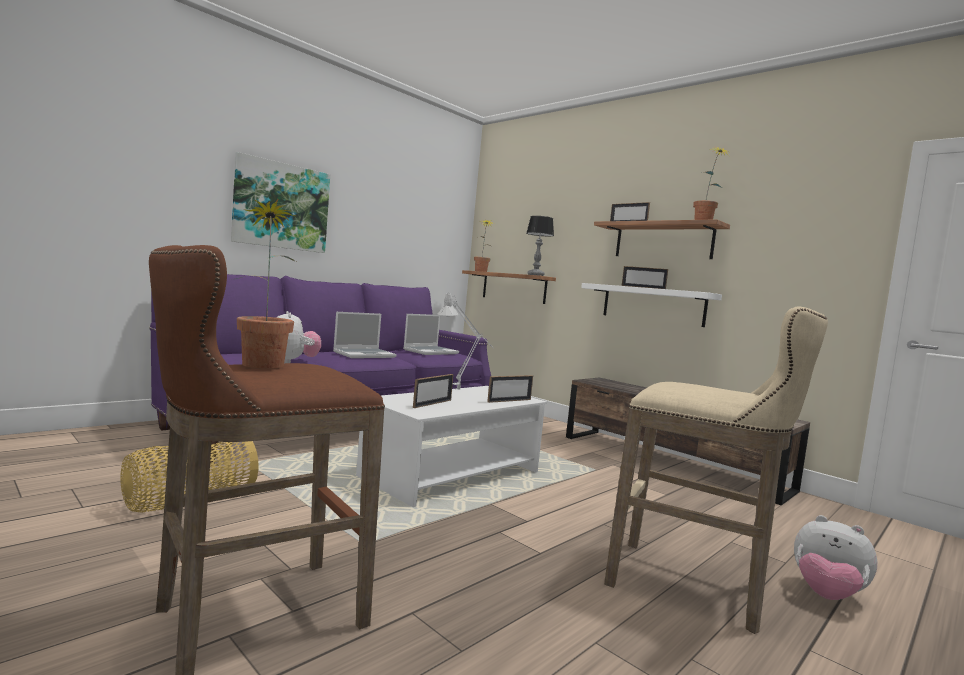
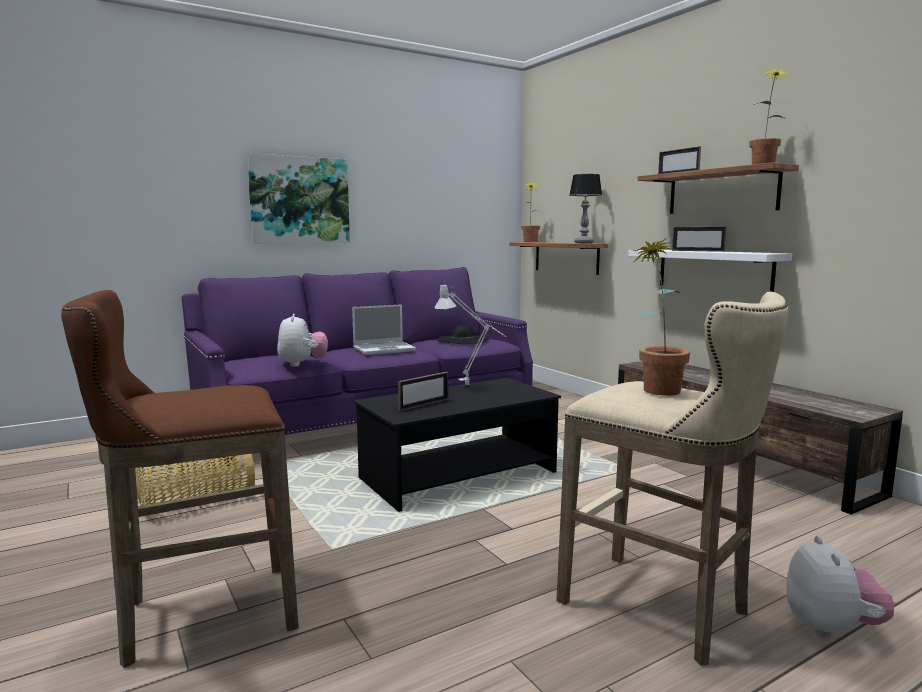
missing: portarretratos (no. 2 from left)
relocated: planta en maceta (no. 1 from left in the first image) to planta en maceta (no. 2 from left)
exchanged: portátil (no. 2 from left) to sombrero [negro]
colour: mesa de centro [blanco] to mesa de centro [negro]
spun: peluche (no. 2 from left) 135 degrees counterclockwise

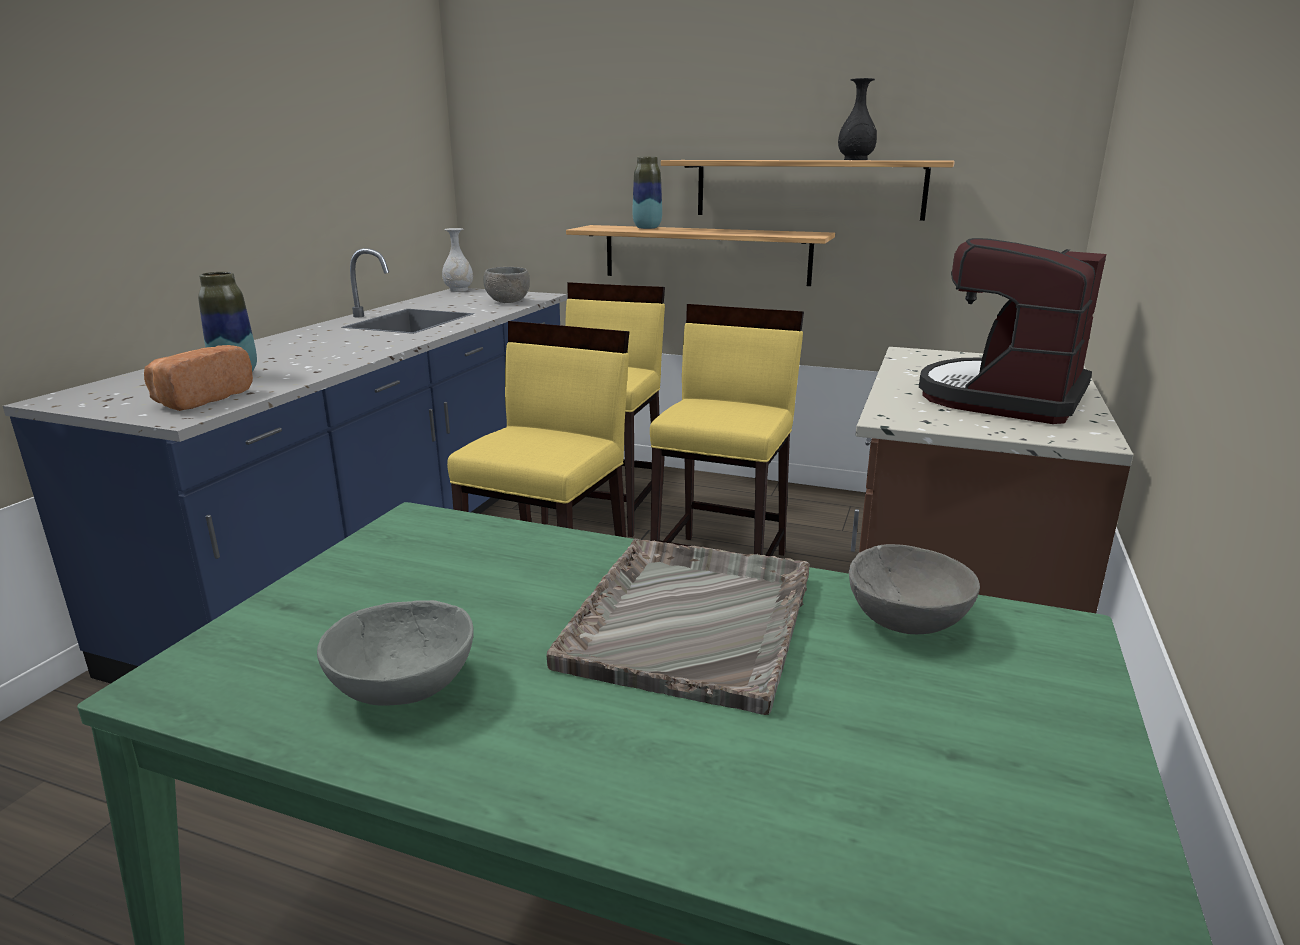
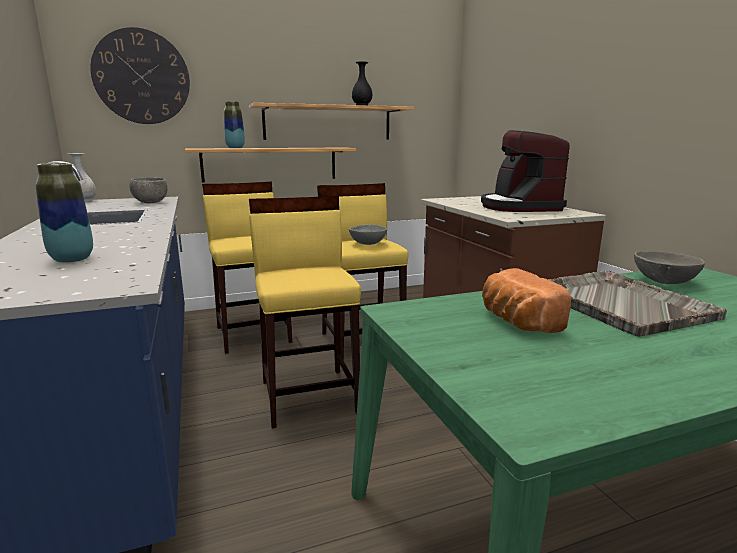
appeared: reloj de pared
relocated: pan; cuenco [gris] (no. 1 from left in the first image) to cuenco [gris] (no. 2 from left)

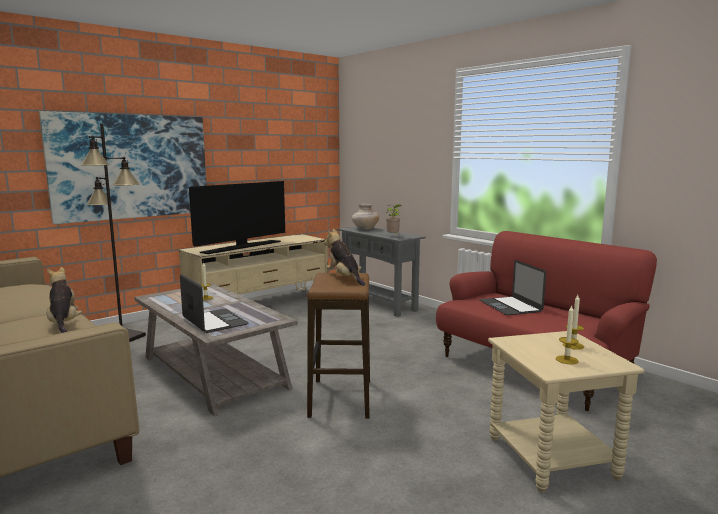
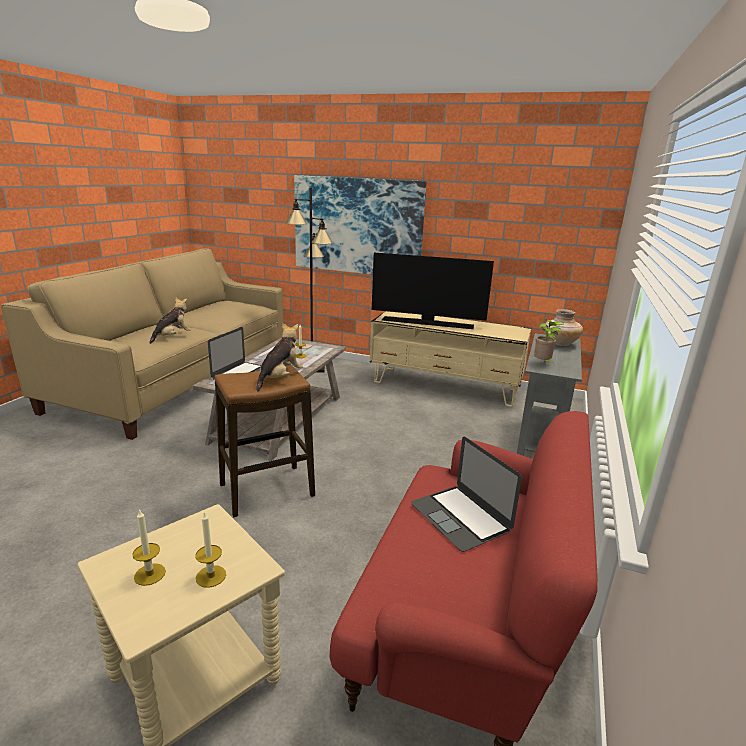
spun: portátil (no. 2 from left) 75 degrees counterclockwise

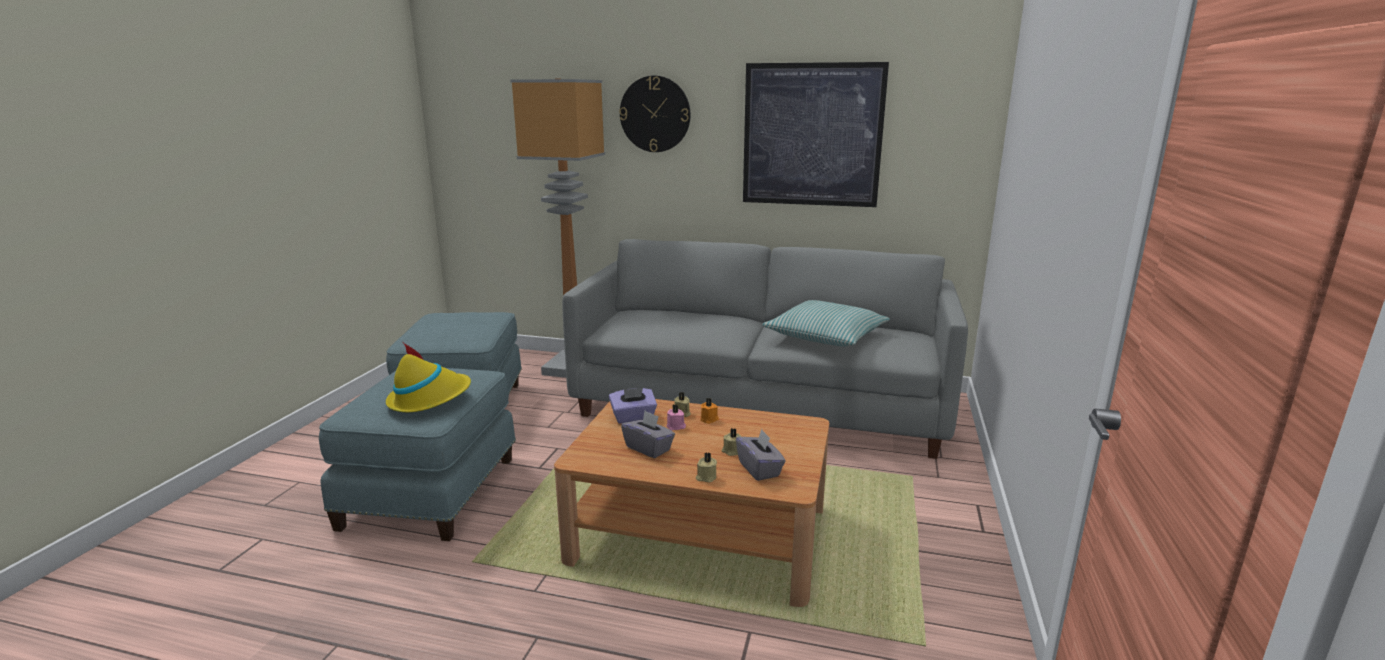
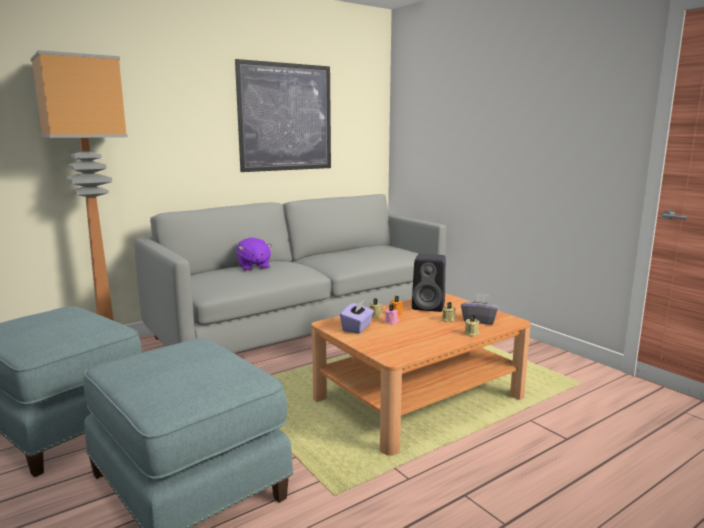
missing: reloj de pared; cojín; sombrero [amarillo]; caja de pañuelos [gris] (no. 1 from left)
appeared: peluche [morado]; altavoz [negro]

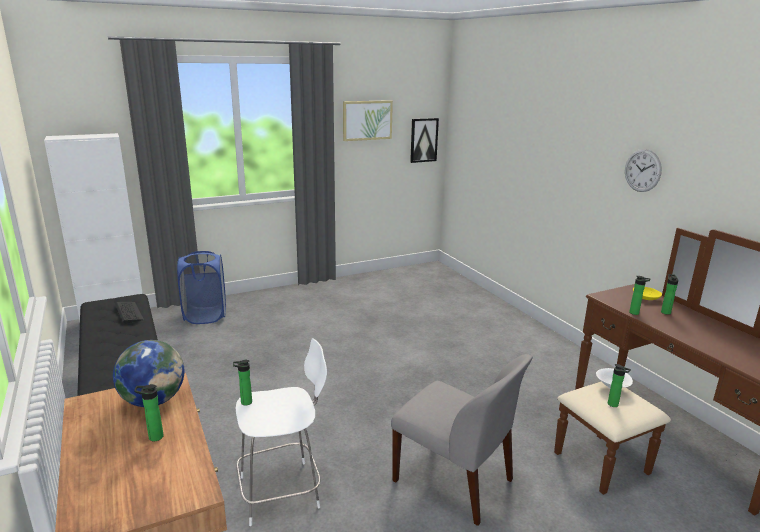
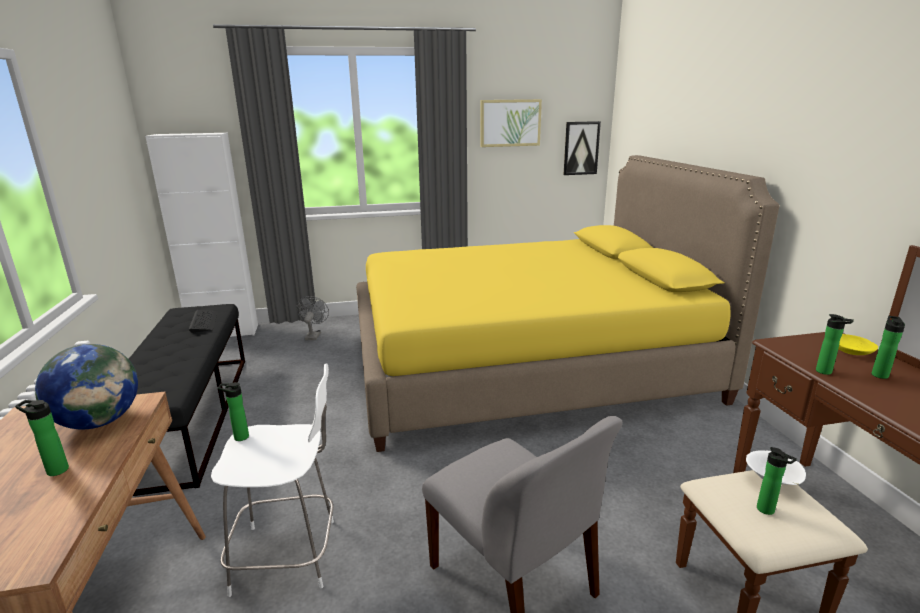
missing: reloj de pared
appeared: cama [amarillo]
exchanged: cesto de la ropa [azul] to ventilador [gris]

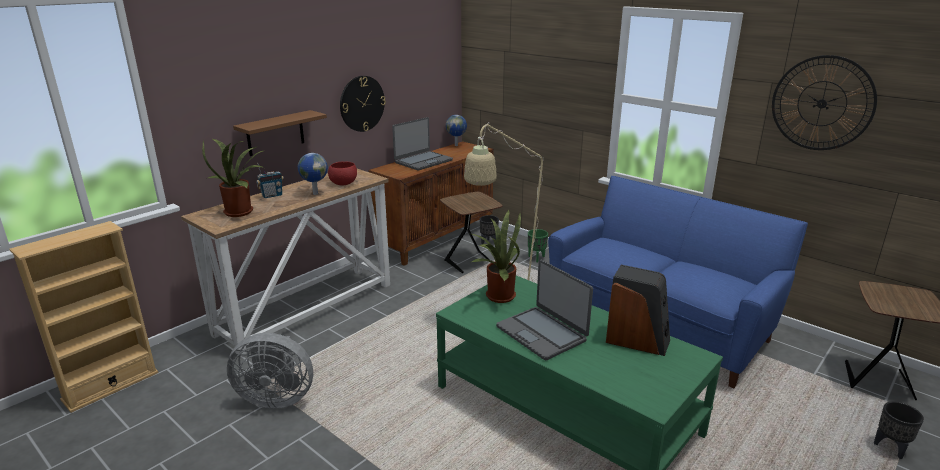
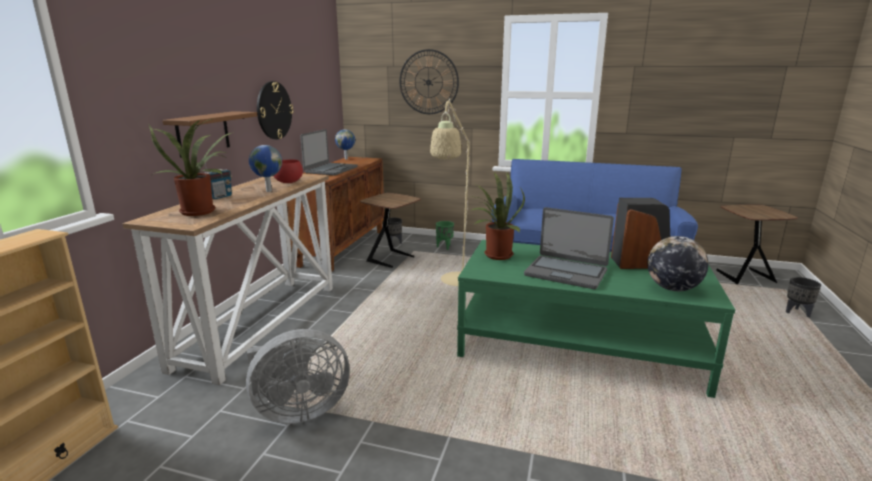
appeared: globo terráqueo (no. 3 from left)
relocated: reloj de pared (no. 2 from left)

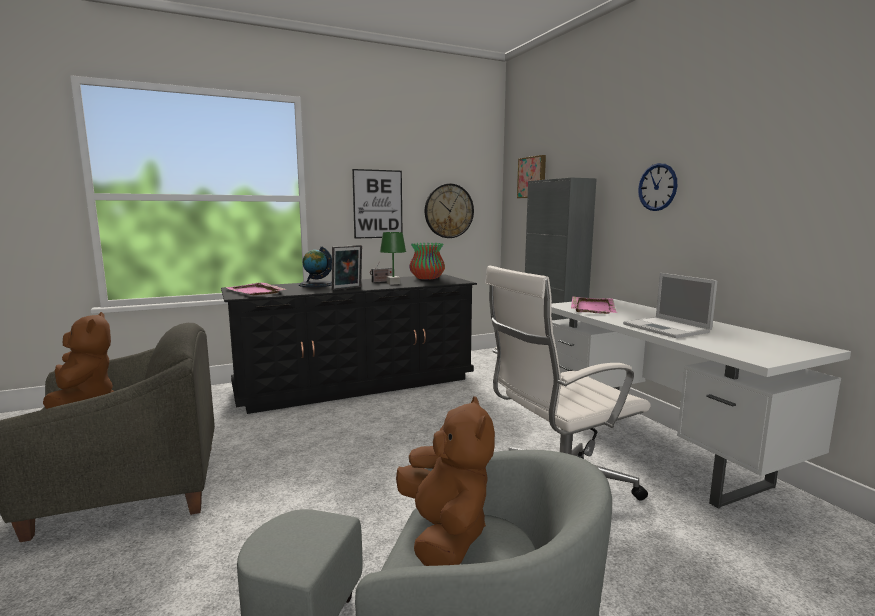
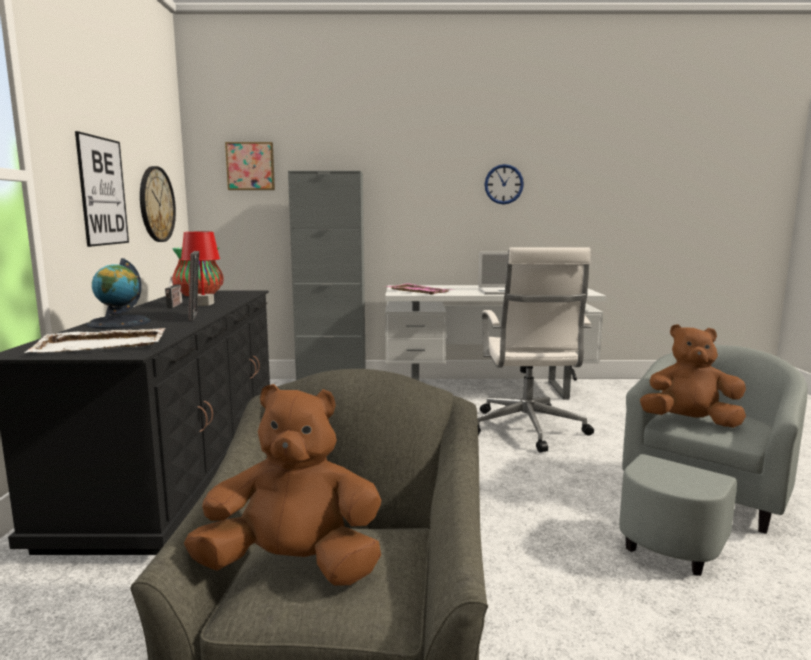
relocated: reloj de pared (no. 2 from left)
colour: lámpara de mesa [verde] to lámpara de mesa [rojo]; bandeja [rosa] (no. 1 from left) to bandeja [blanco]

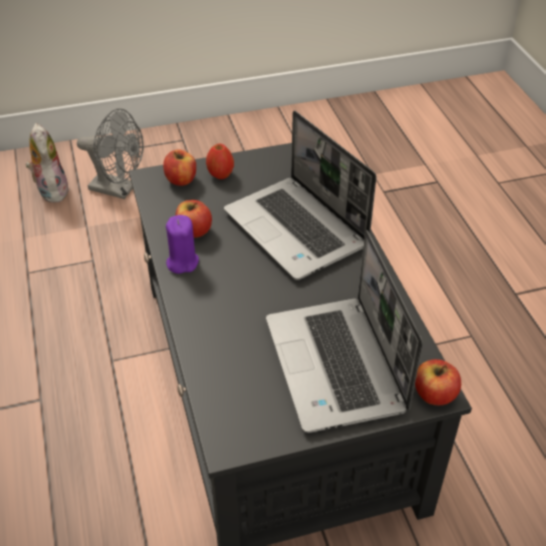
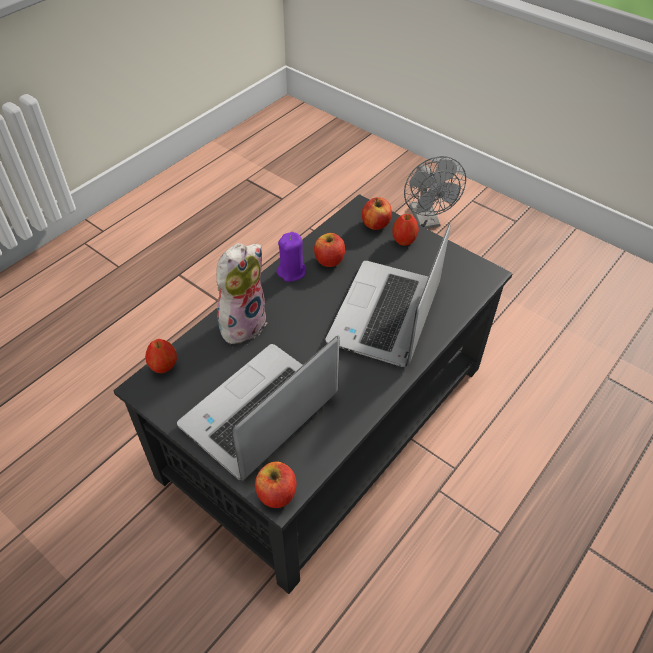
appeared: manzana (no. 1 from left)
relocated: peluche

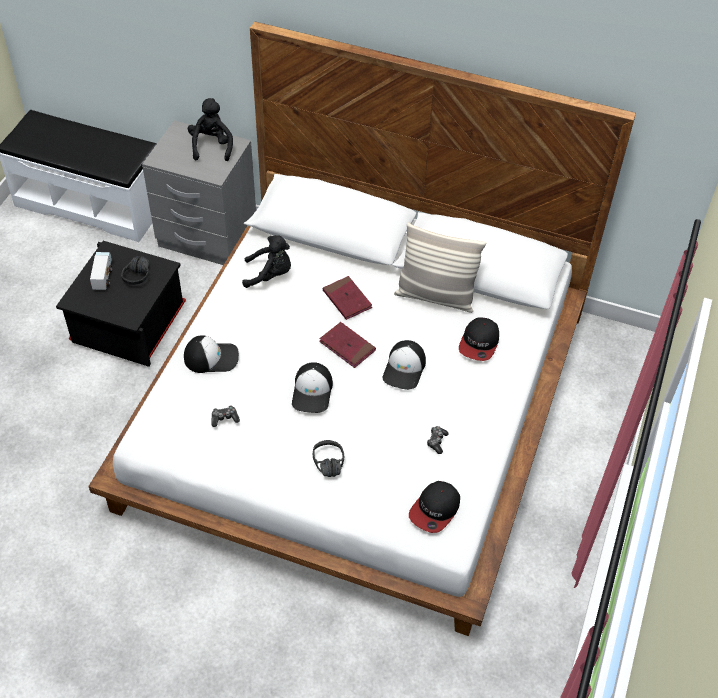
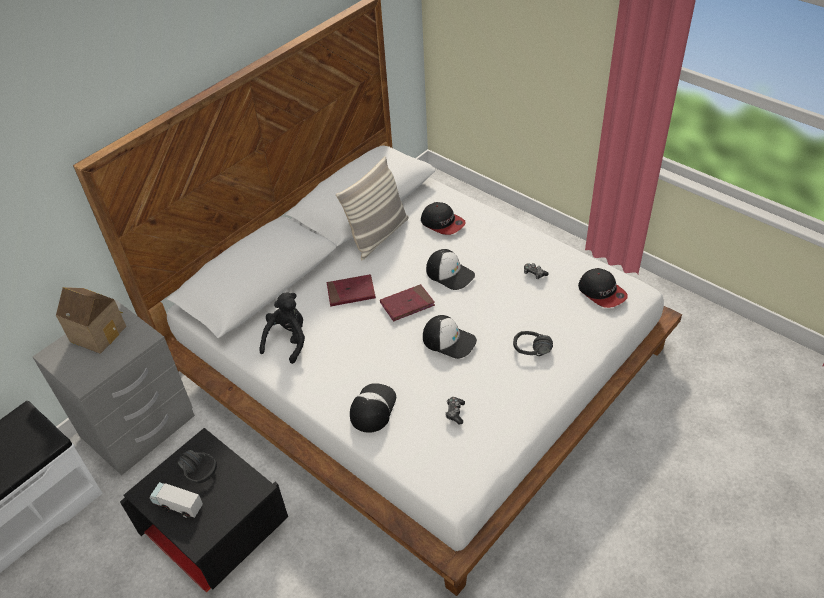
exchanged: peluche [negro] (no. 1 from left) to casita

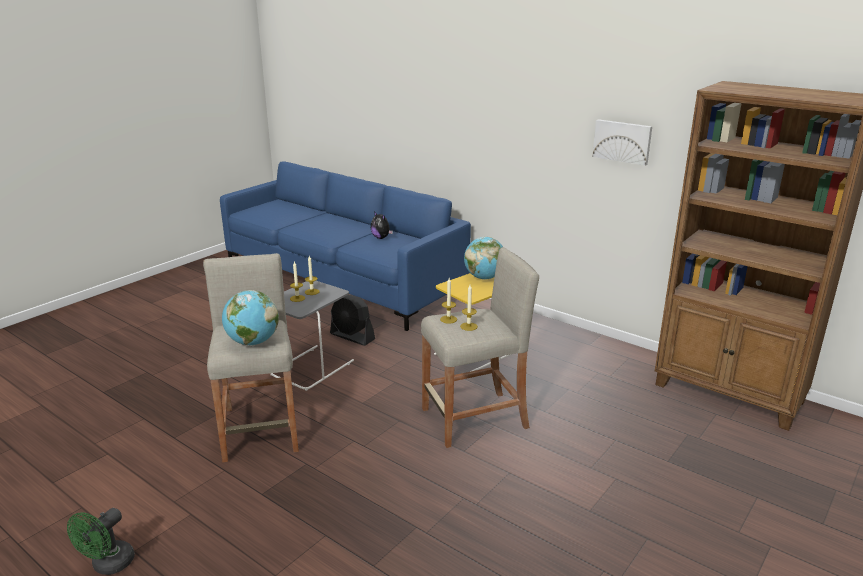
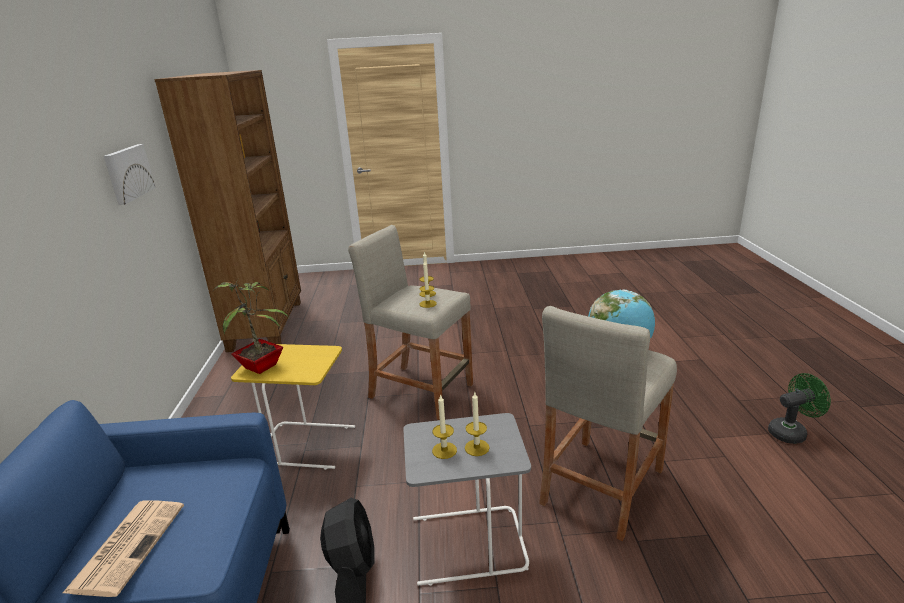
exchanged: peluche to periódico; globo terráqueo (no. 2 from left) to planta en maceta

